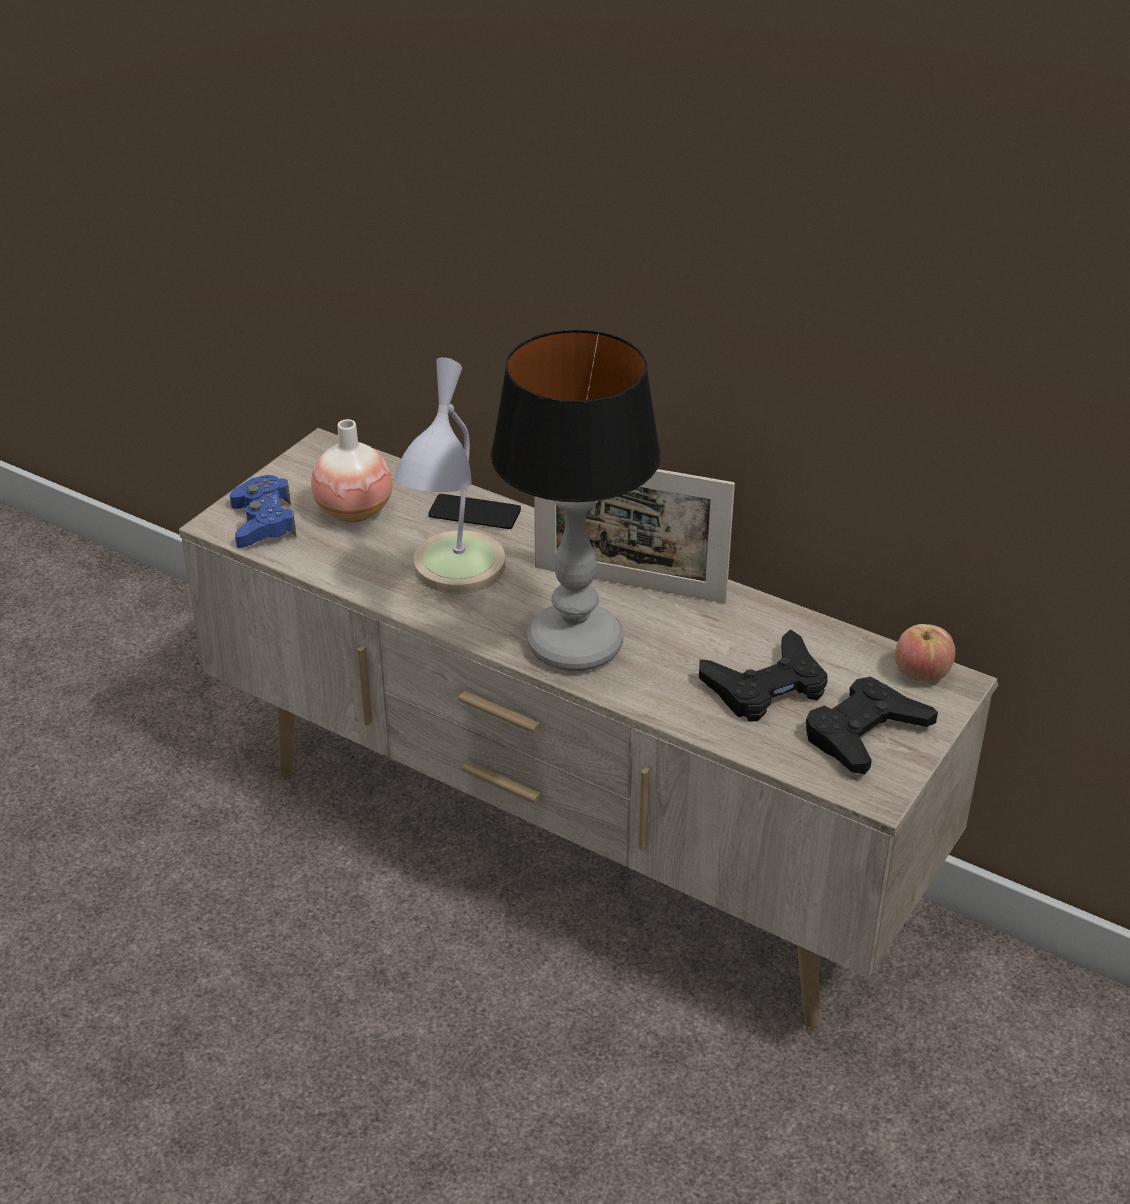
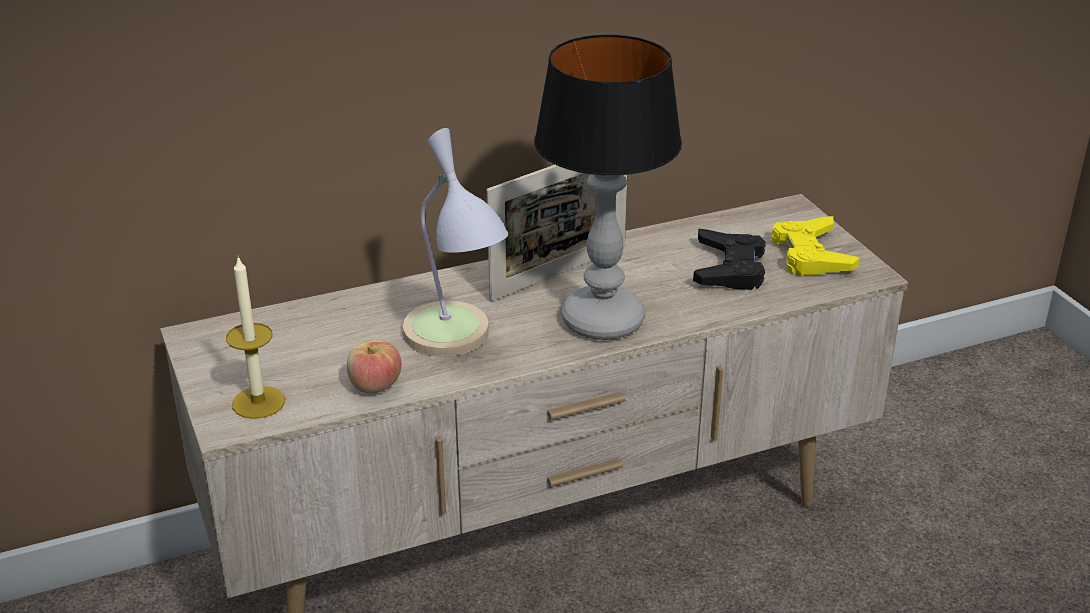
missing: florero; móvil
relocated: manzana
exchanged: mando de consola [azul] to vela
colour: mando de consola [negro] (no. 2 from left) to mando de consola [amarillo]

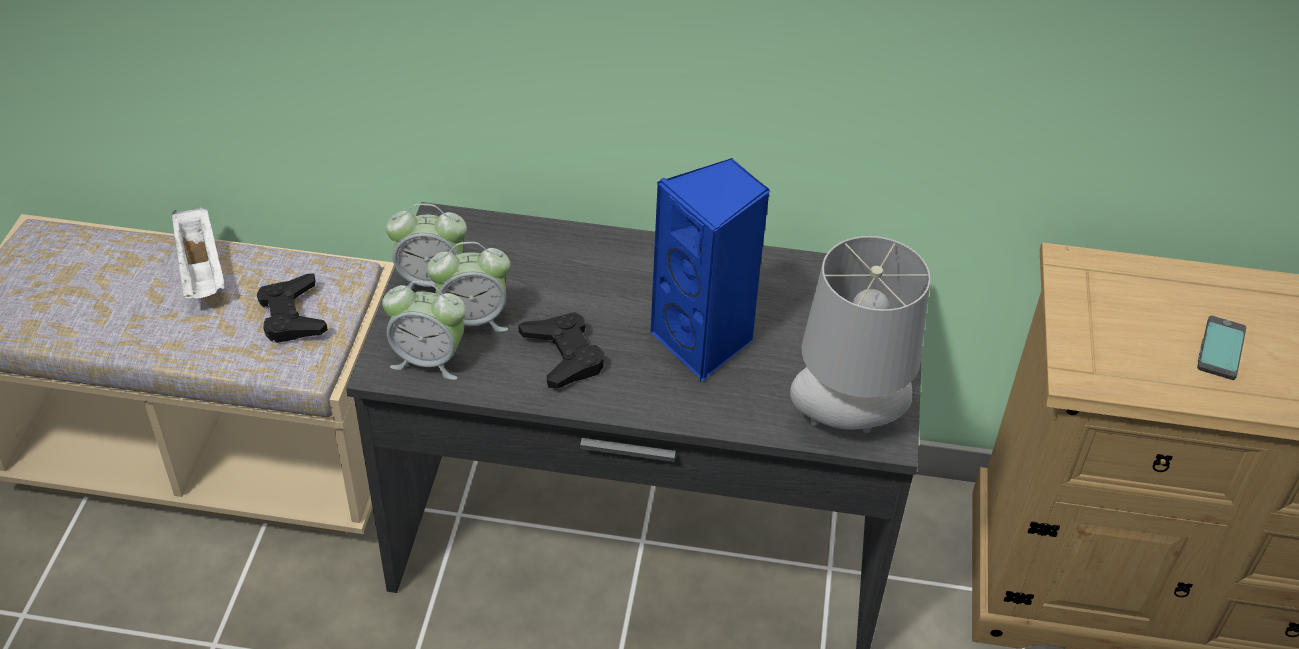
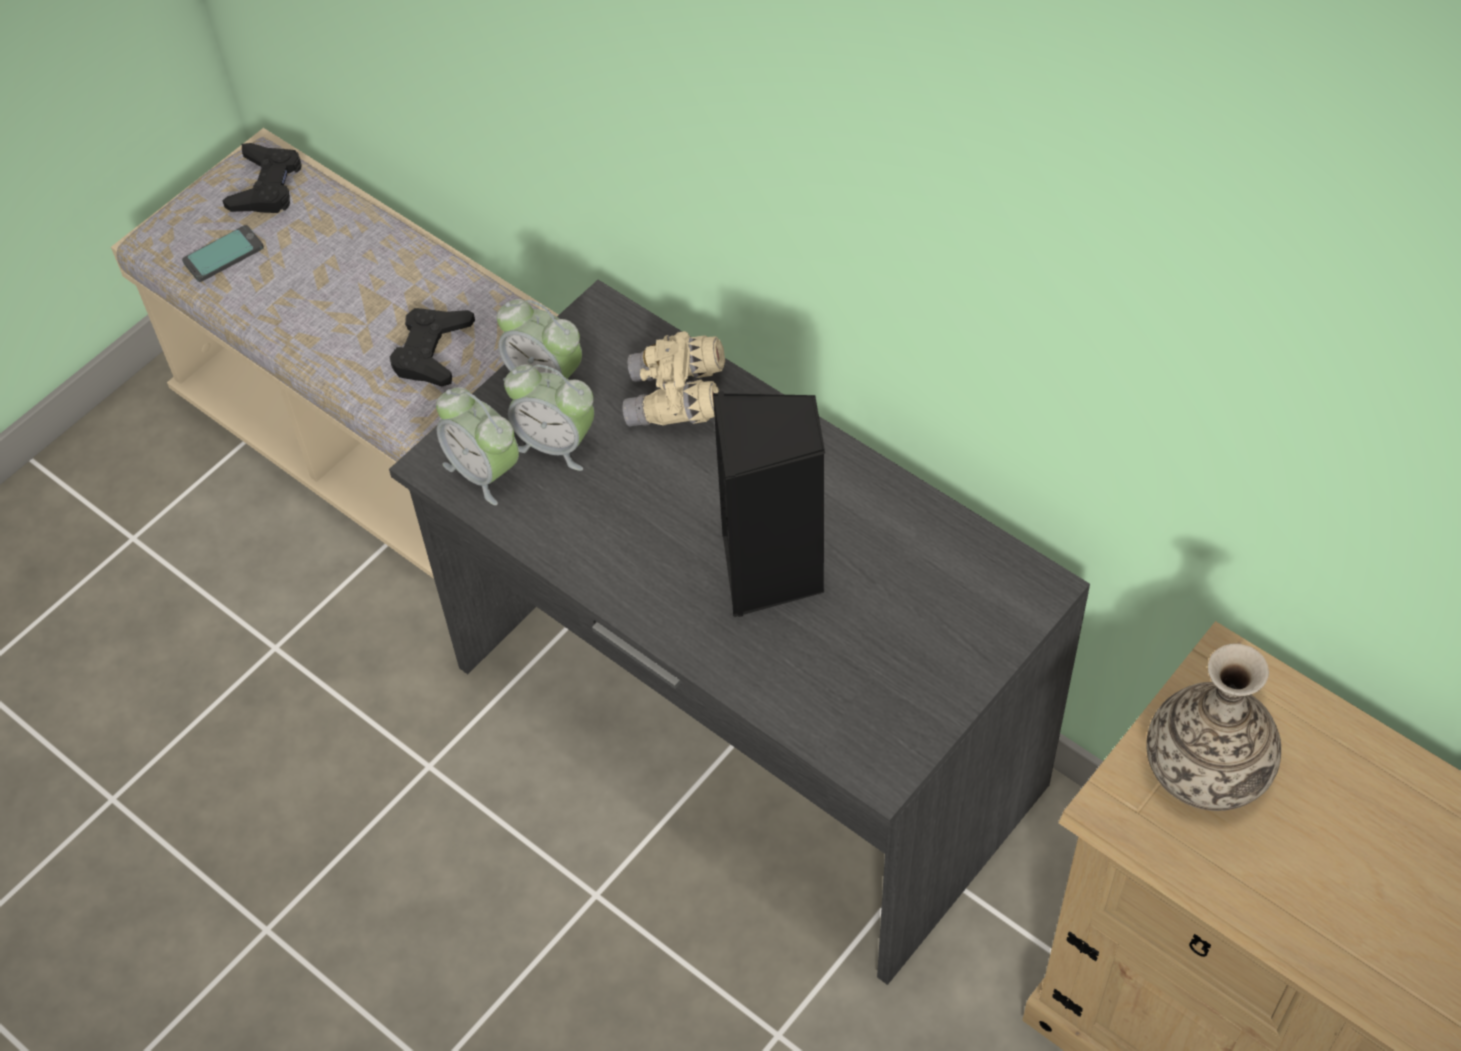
missing: bandeja [blanco]; lámpara de mesa [gris]
appeared: prismáticos [beis]; florero
relocated: mando de consola [negro] (no. 2 from left in the first image) to mando de consola [negro] (no. 1 from left); móvil
colour: altavoz [azul] to altavoz [negro]

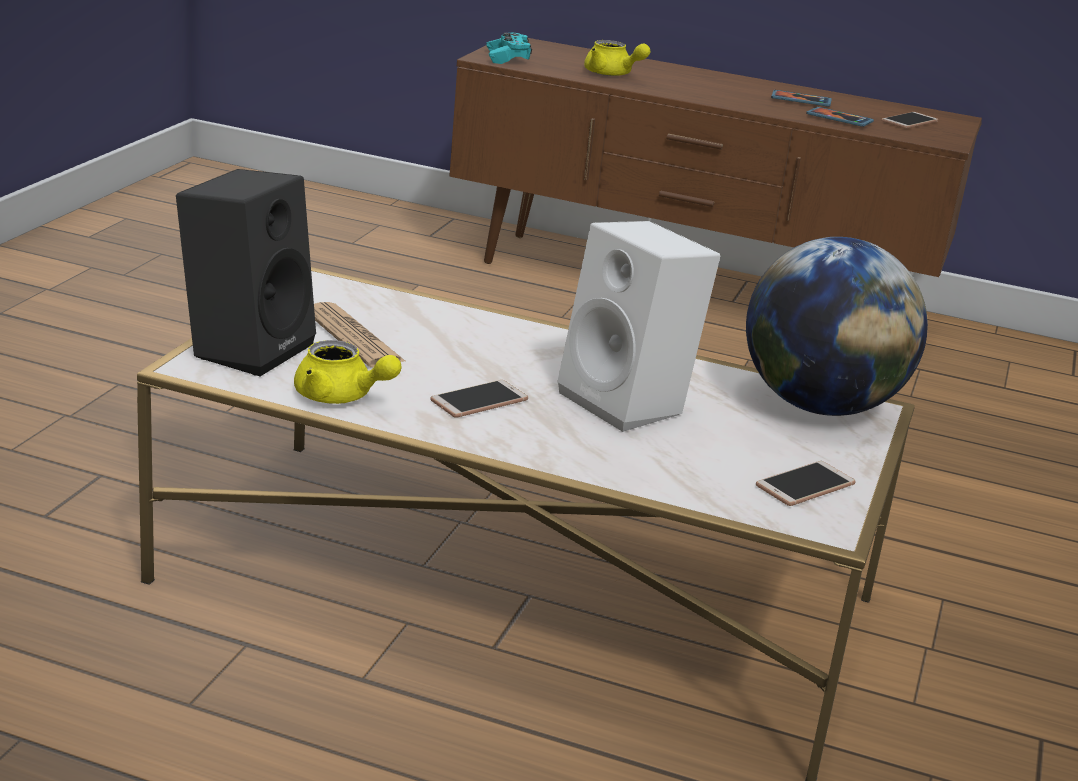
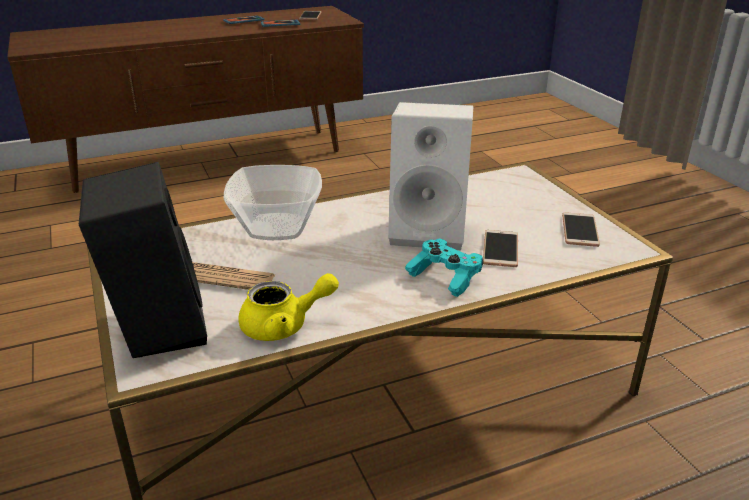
missing: tetera [amarillo] (no. 2 from left); globo terráqueo
appeared: cuenco
relocated: mando de consola [turquesa]; móvil (no. 1 from left in the first image) to móvil (no. 4 from left)

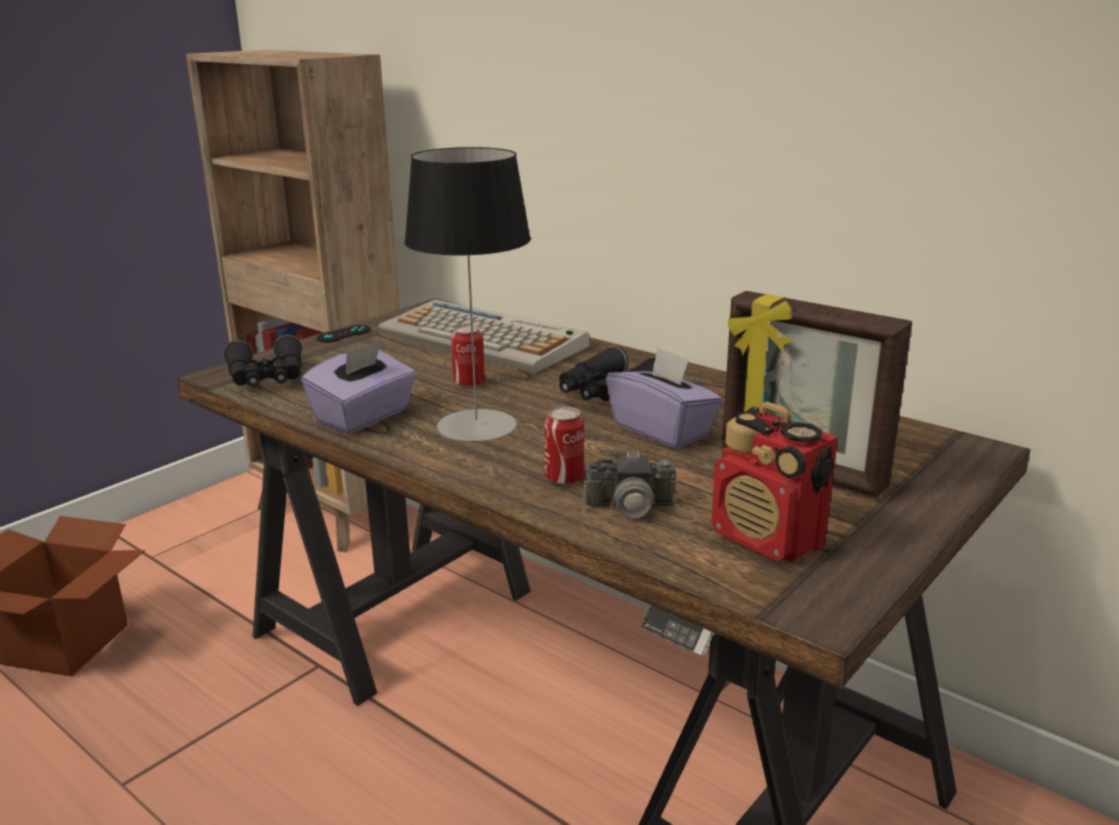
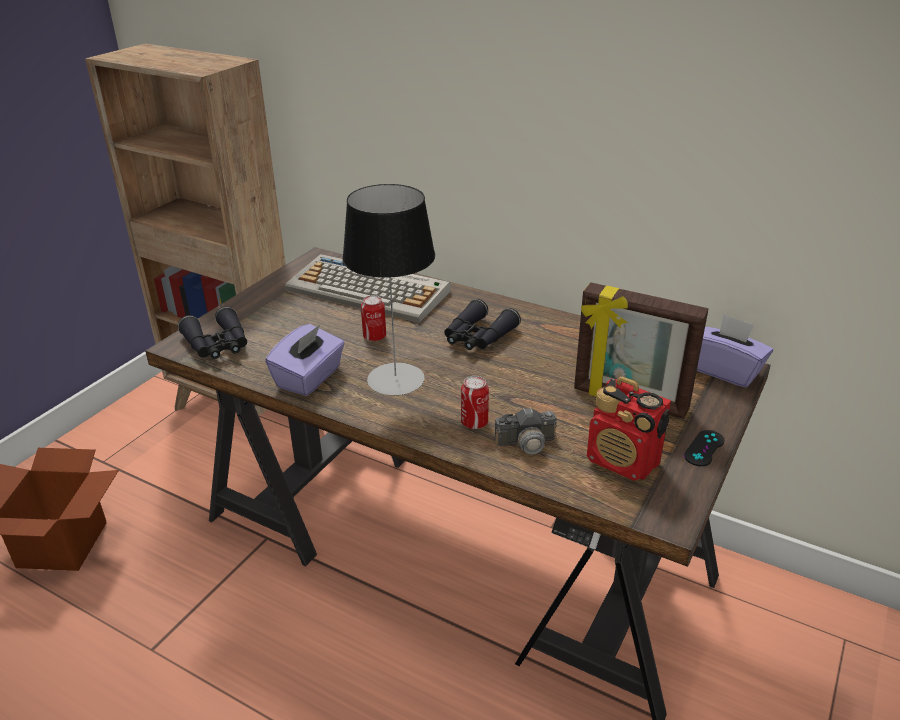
relocated: mando de consola [negro]; caja de pañuelos [morado] (no. 2 from left)

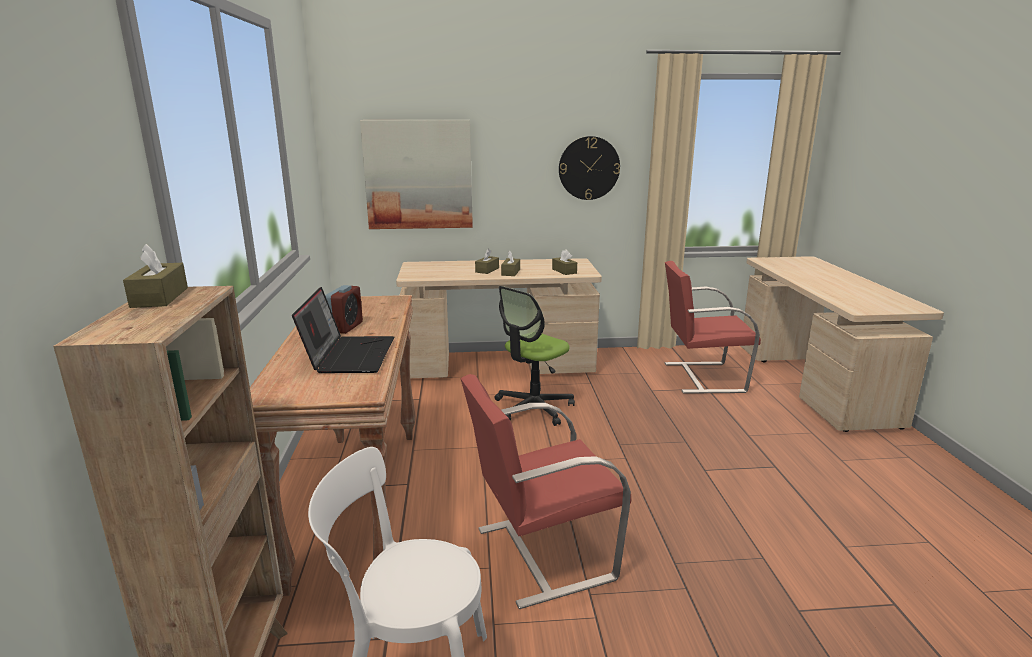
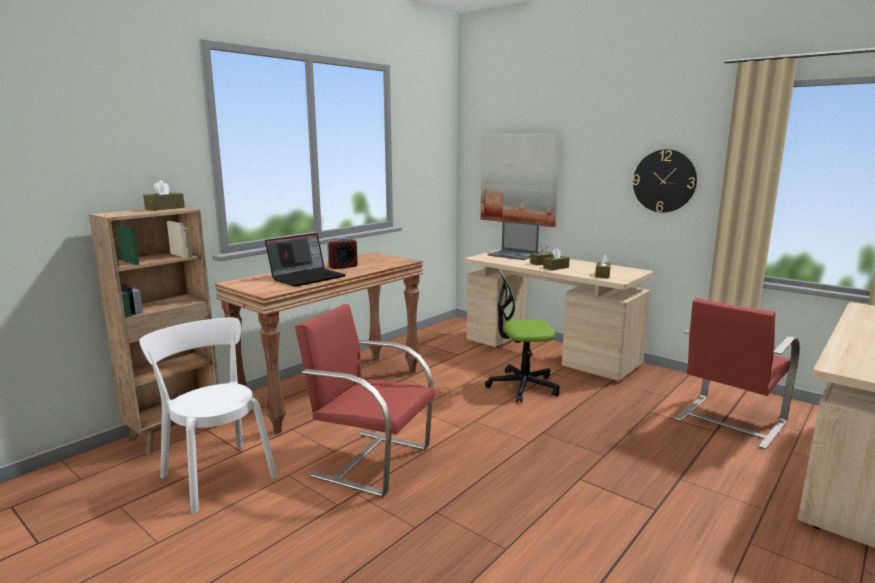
appeared: portátil (no. 2 from left)
spun: silla [rojo] (no. 2 from left) 90 degrees counterclockwise

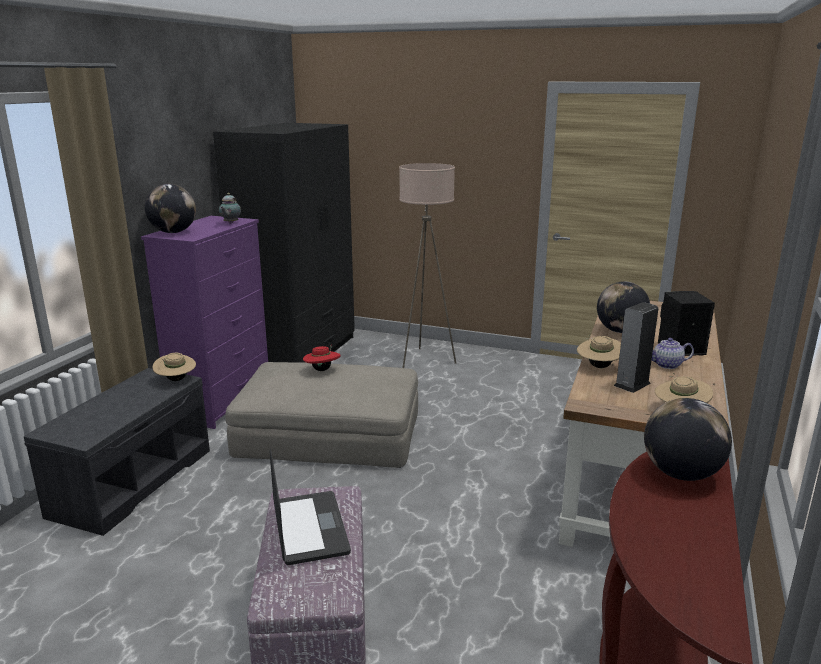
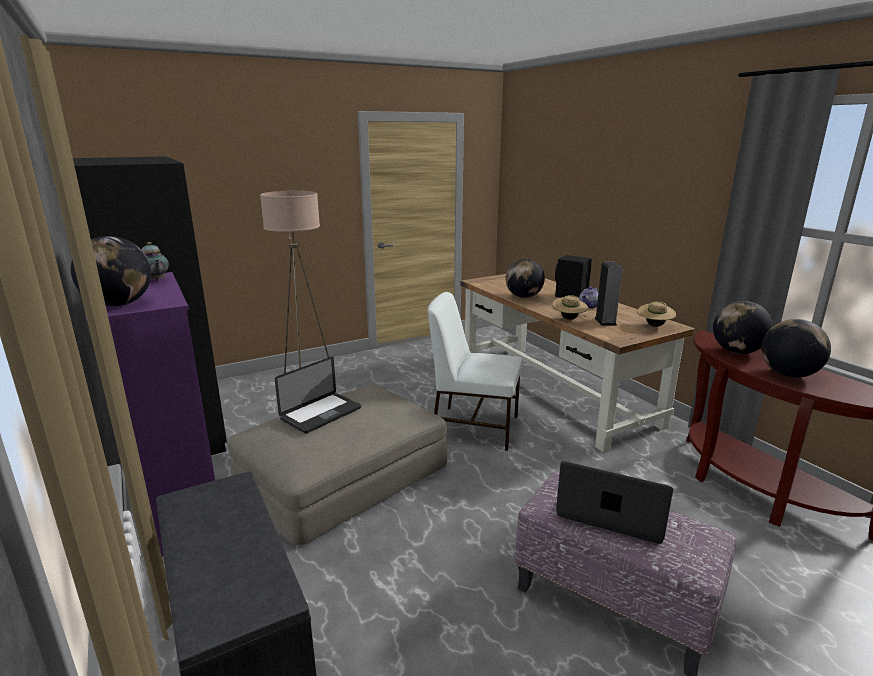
missing: sombrero [beis] (no. 1 from left)
appeared: silla [blanco]; globo terráqueo (no. 4 from left)
exchanged: sombrero [rojo] to portátil (no. 1 from left)

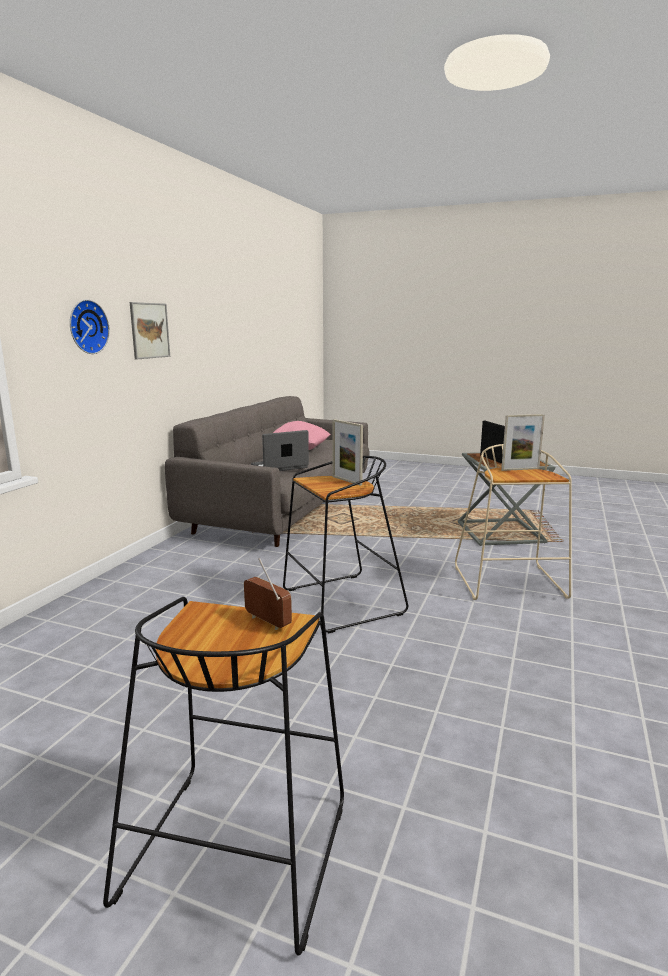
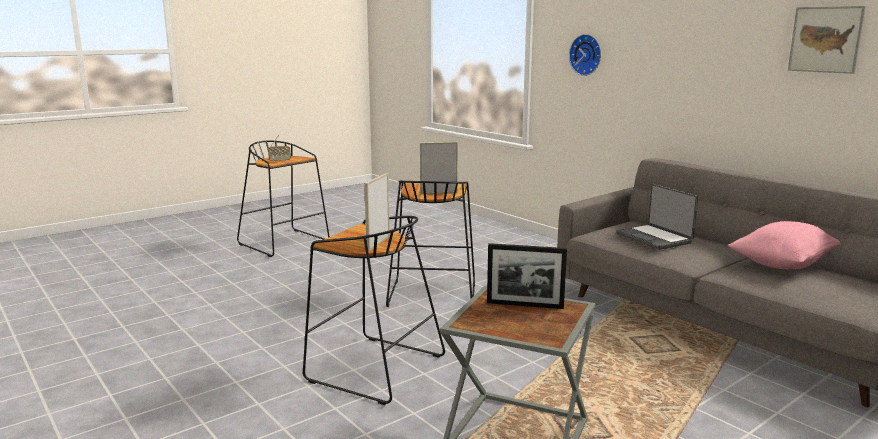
relocated: cuadro
colour: taburete [beis] to taburete [negro] (no. 2 from left)
spun: portátil 150 degrees clockwise

